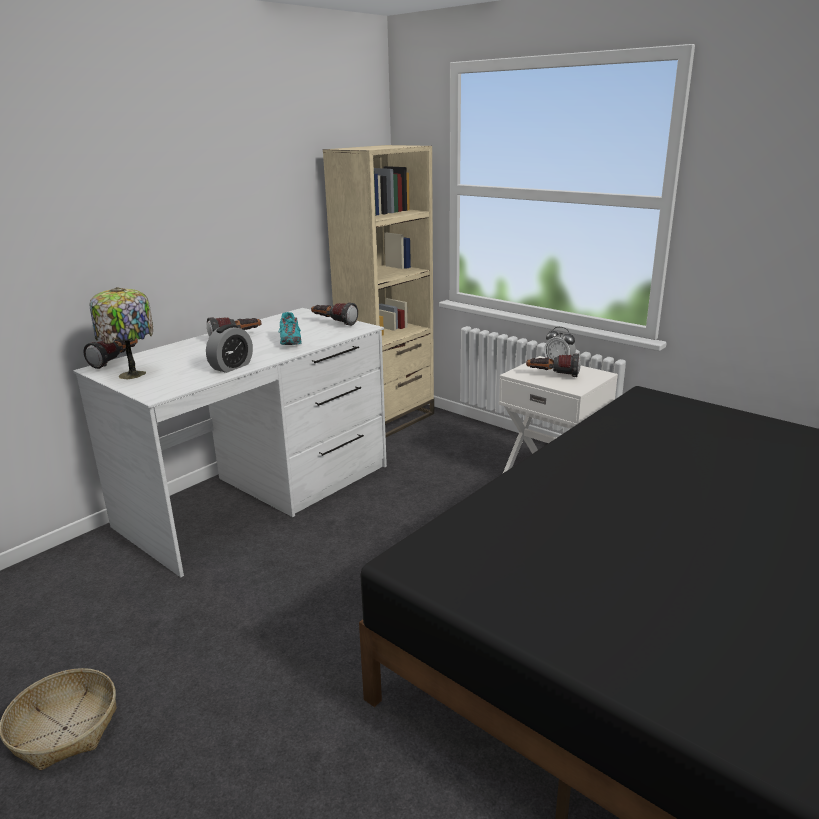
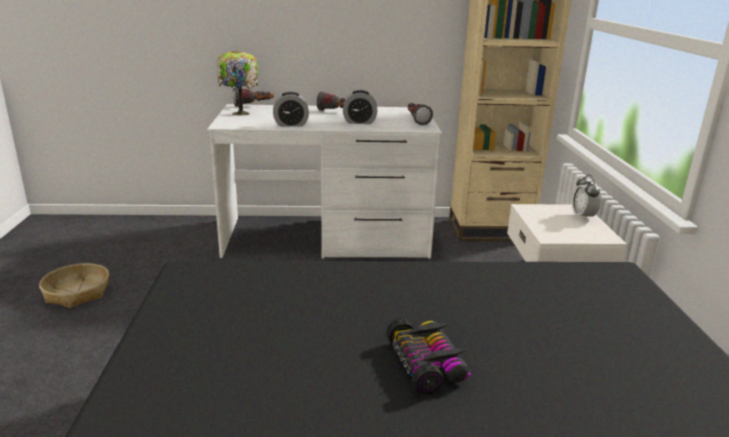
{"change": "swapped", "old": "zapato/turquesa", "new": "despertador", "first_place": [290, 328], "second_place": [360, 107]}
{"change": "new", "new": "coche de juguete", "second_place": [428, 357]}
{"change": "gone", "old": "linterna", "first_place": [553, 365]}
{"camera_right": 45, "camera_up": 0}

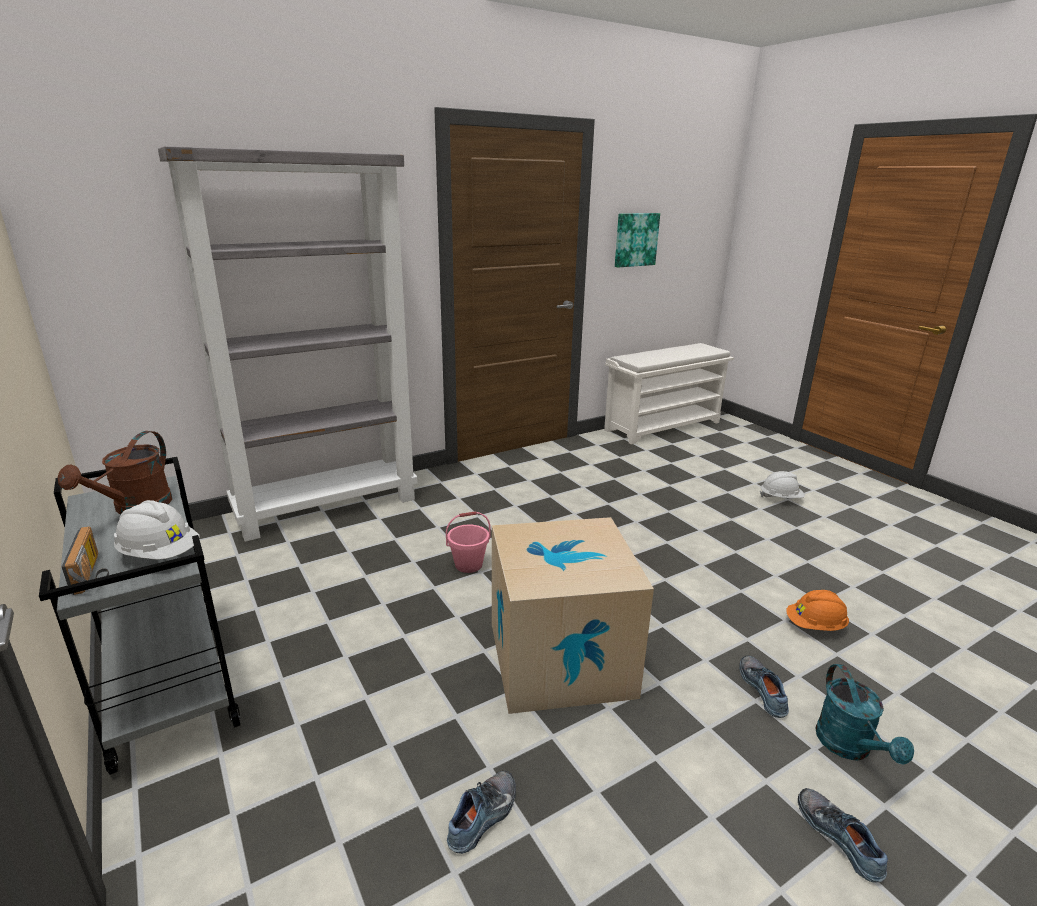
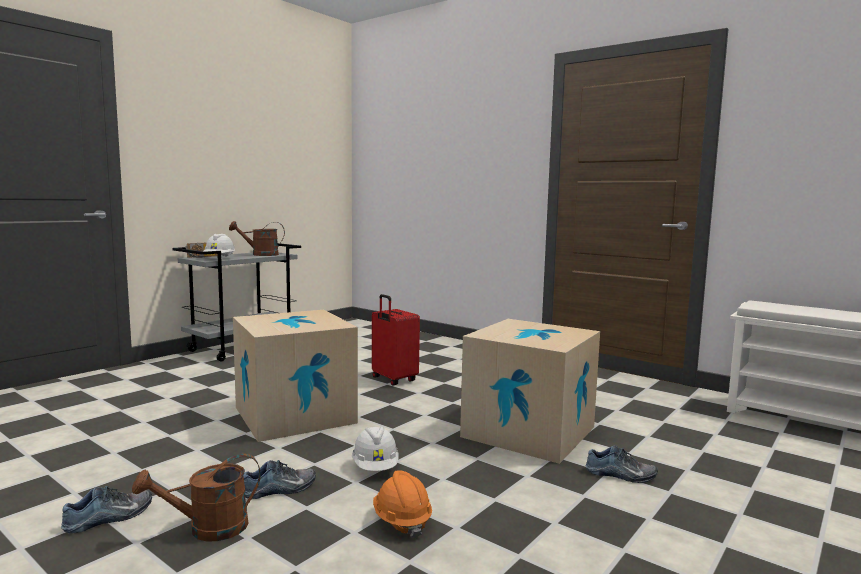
{"change": "repainted", "old": "regadera/turquesa", "new": "regadera/marrón", "first_place": [864, 714], "second_place": [196, 497]}
{"change": "shifted", "old": "casco/blanco", "first_place": [782, 484], "second_place": [375, 448]}
{"change": "swapped", "old": "cubo/rosa", "new": "maleta/rojo", "first_place": [468, 542], "second_place": [396, 340]}
{"change": "new", "new": "caja de cartón", "second_place": [530, 391]}
{"change": "shifted", "old": "zapato", "first_place": [481, 812], "second_place": [622, 464]}
{"change": "gone", "old": "estantería/gris", "first_place": [288, 344]}
{"change": "gone", "old": "cuadro", "first_place": [637, 240]}
{"camera_right": 70, "camera_up": -15}

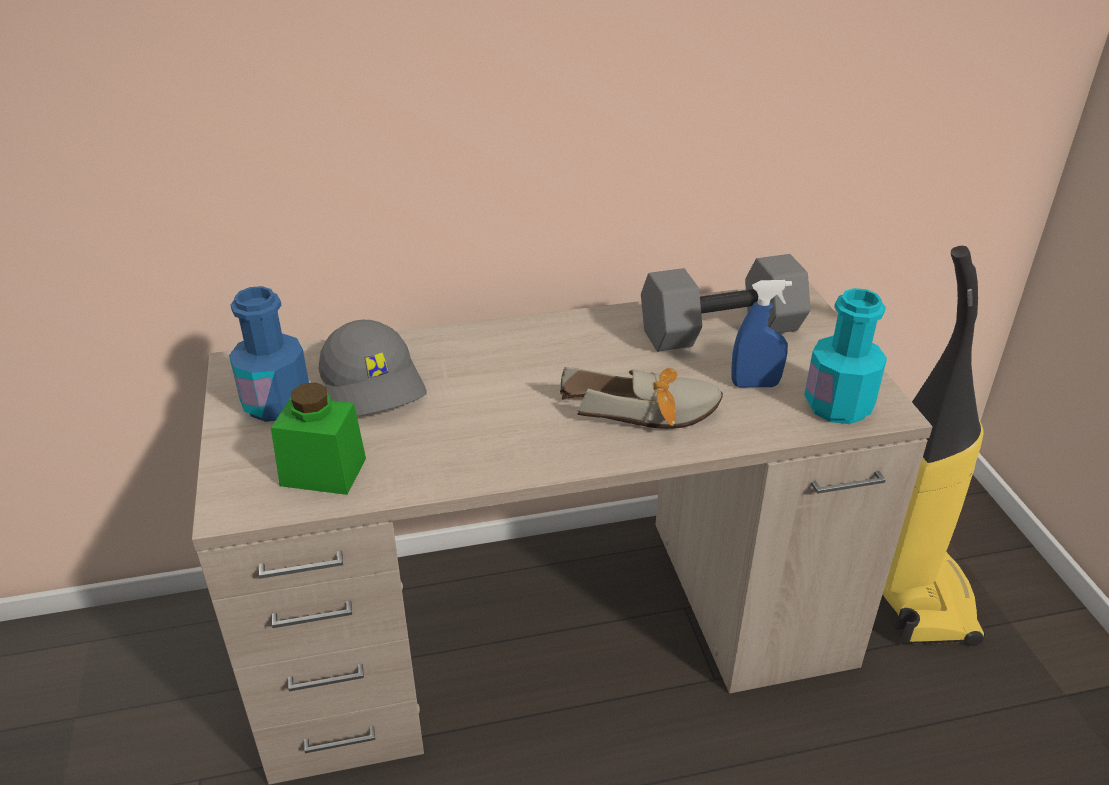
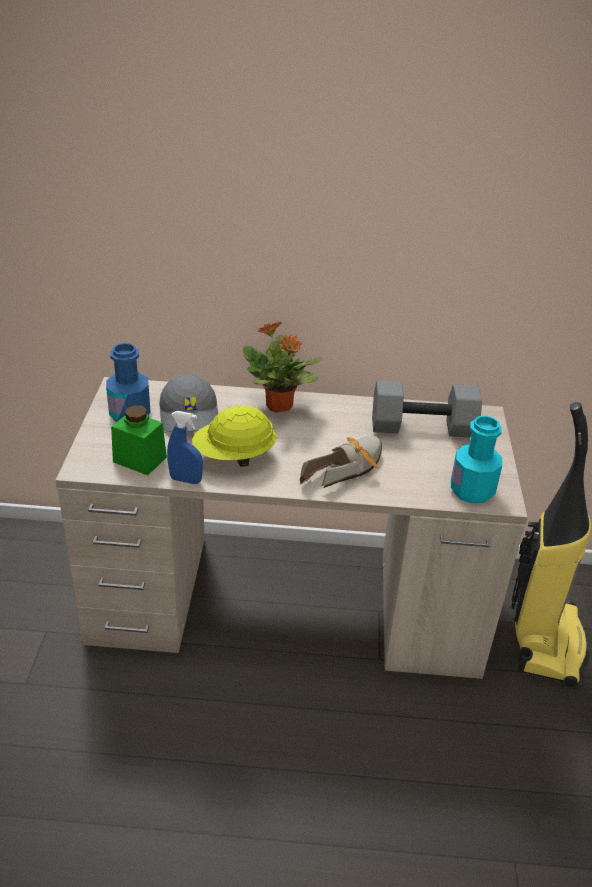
{"change": "shifted", "old": "pulverizador/azul", "first_place": [762, 333], "second_place": [185, 447]}
{"change": "new", "new": "casco/amarillo", "second_place": [234, 436]}
{"change": "new", "new": "planta en maceta", "second_place": [282, 367]}
{"change": "rotated", "old": "zapato", "first_place": [641, 398], "second_place": [341, 462], "degrees": -60}
{"camera_right": 15, "camera_up": 0}

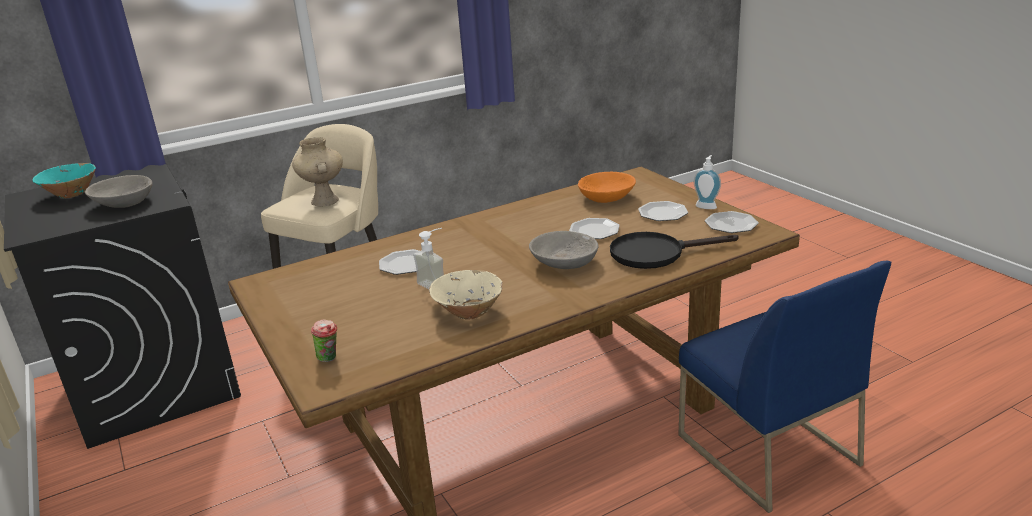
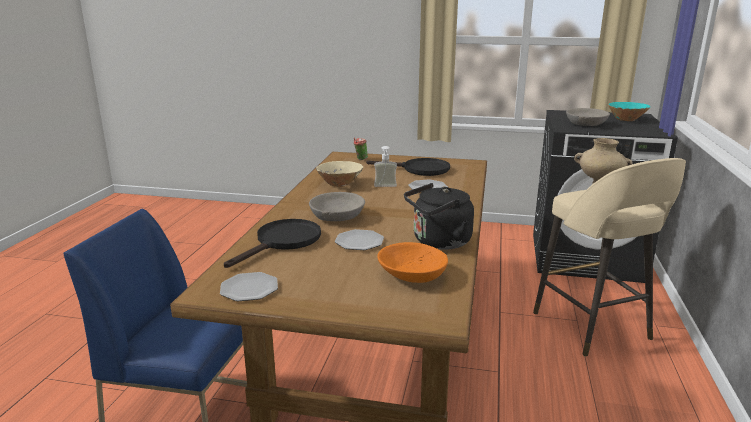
{"change": "new", "new": "sartén/negro", "second_place": [408, 167]}
{"change": "new", "new": "hervidor/negro", "second_place": [439, 216]}
{"change": "gone", "old": "plato", "first_place": [663, 211]}
{"change": "gone", "old": "dispensador de jabón", "first_place": [707, 182]}
{"camera_right": 130, "camera_up": -5}

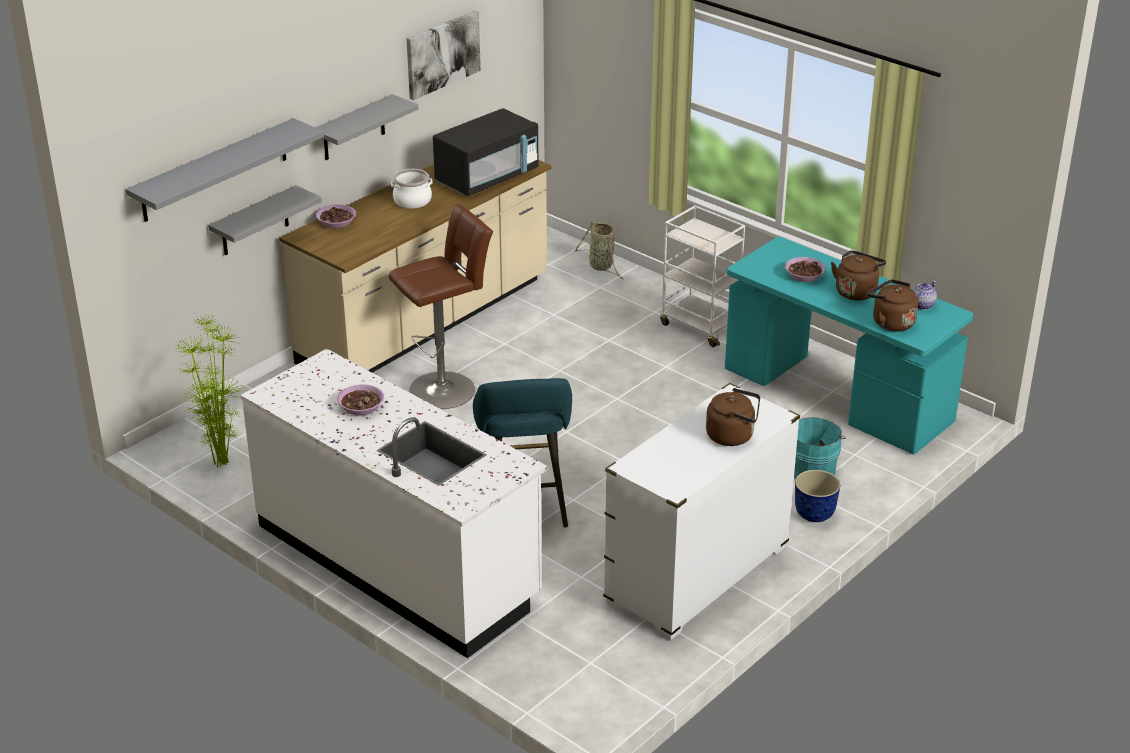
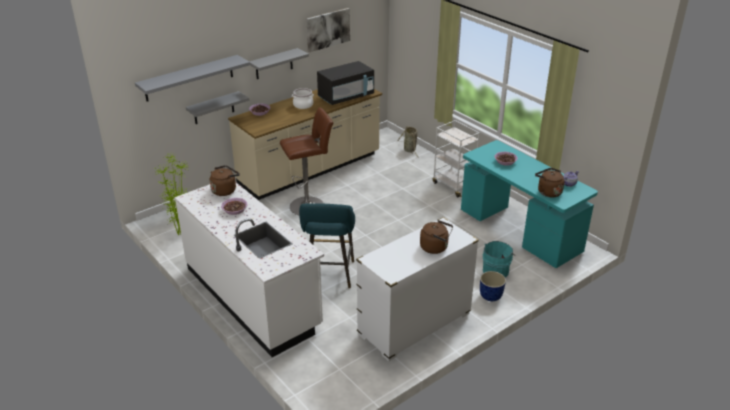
{"change": "shifted", "old": "hervidor/marrón", "first_place": [858, 275], "second_place": [225, 180]}
{"camera_right": 10, "camera_up": 0}

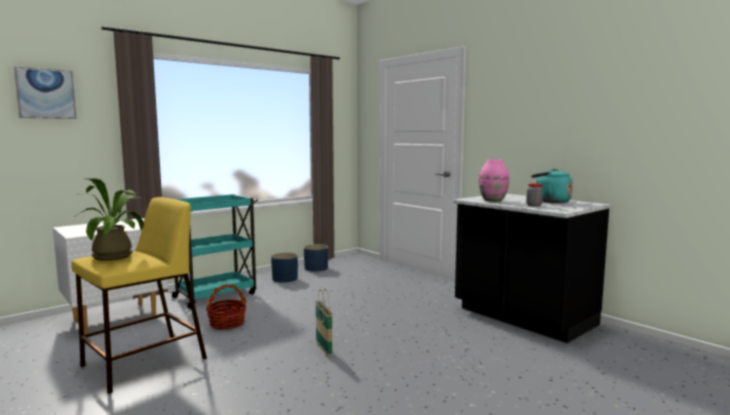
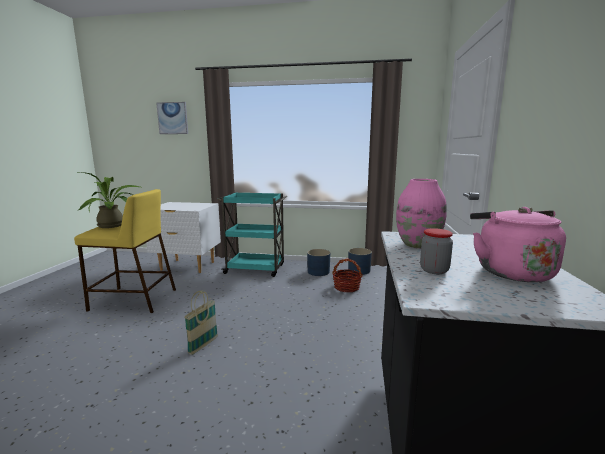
{"change": "shifted", "old": "cesta", "first_place": [226, 307], "second_place": [347, 275]}
{"change": "repainted", "old": "hervidor/turquesa", "new": "hervidor/rosa", "first_place": [552, 185], "second_place": [518, 244]}
{"camera_right": 50, "camera_up": 5}

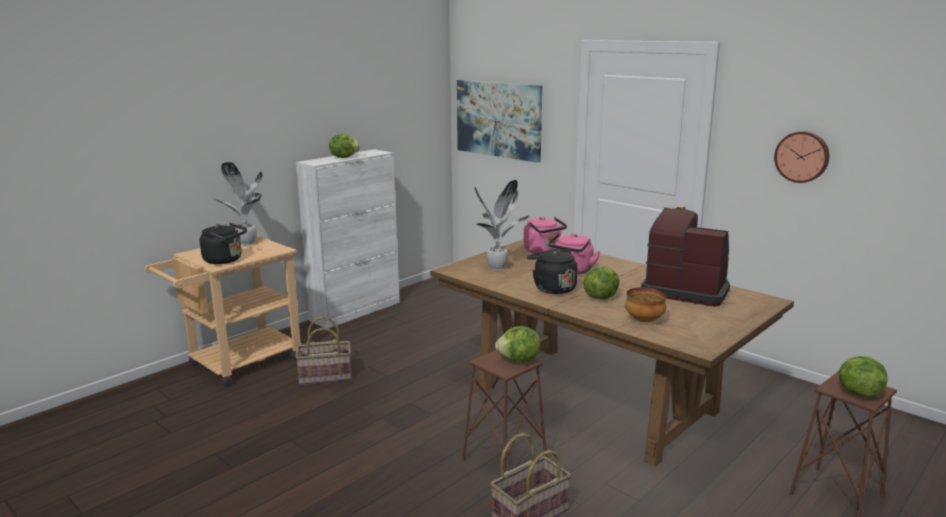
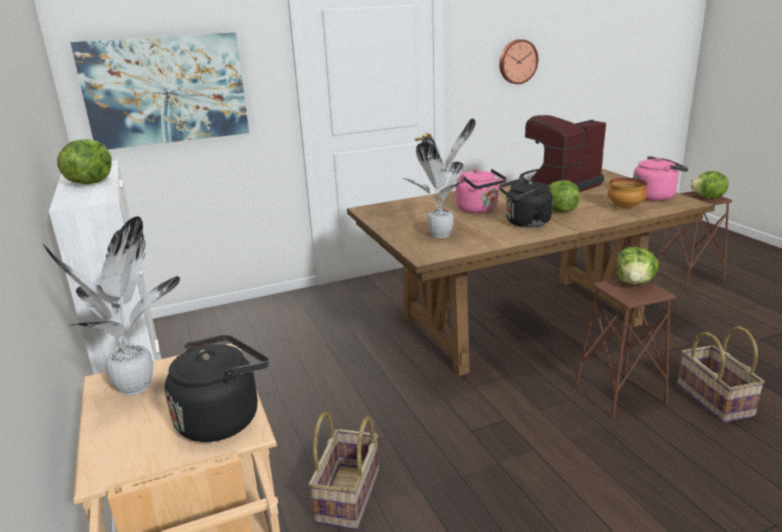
{"change": "shifted", "old": "hervidor/rosa", "first_place": [545, 235], "second_place": [660, 178]}
{"camera_right": -65, "camera_up": 5}

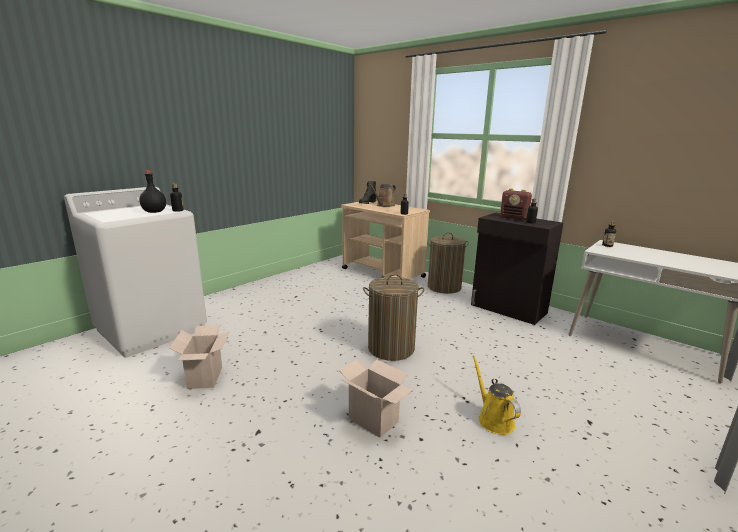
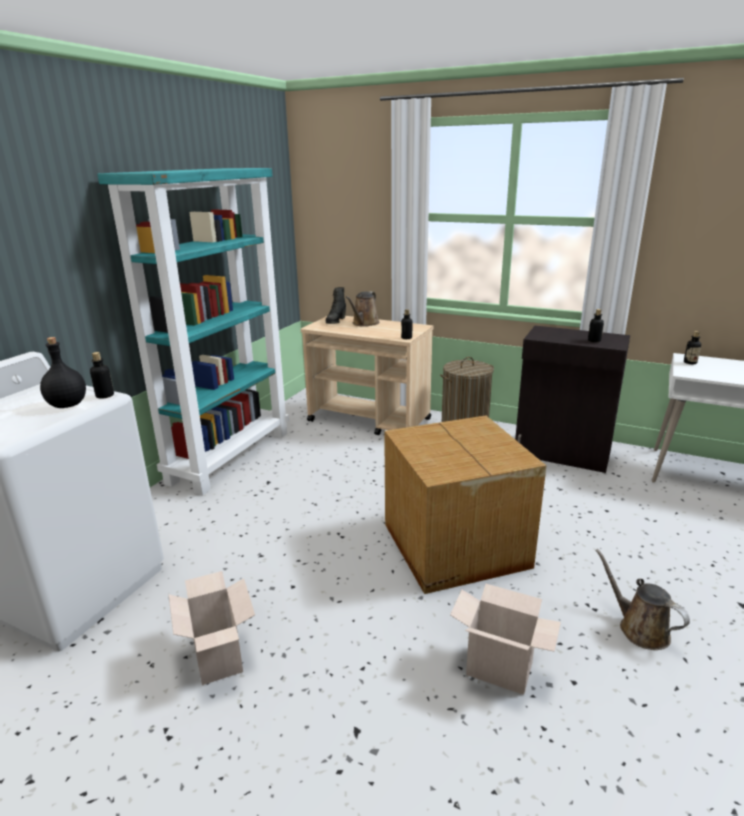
{"change": "new", "new": "estantería/turquesa", "second_place": [193, 332]}
{"change": "swapped", "old": "cesto de la ropa", "new": "caja de cartón", "first_place": [393, 317], "second_place": [465, 505]}
{"change": "repainted", "old": "regadera/amarillo", "new": "regadera/marrón", "first_place": [496, 395], "second_place": [642, 599]}
{"change": "gone", "old": "radio", "first_place": [516, 203]}
{"camera_right": -15, "camera_up": 5}

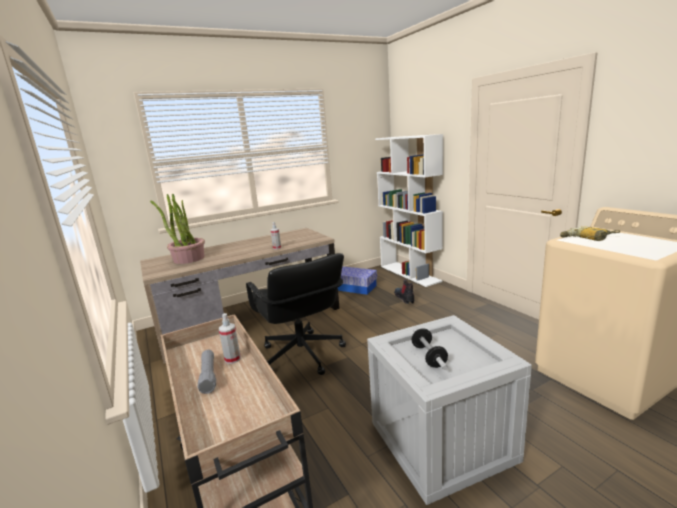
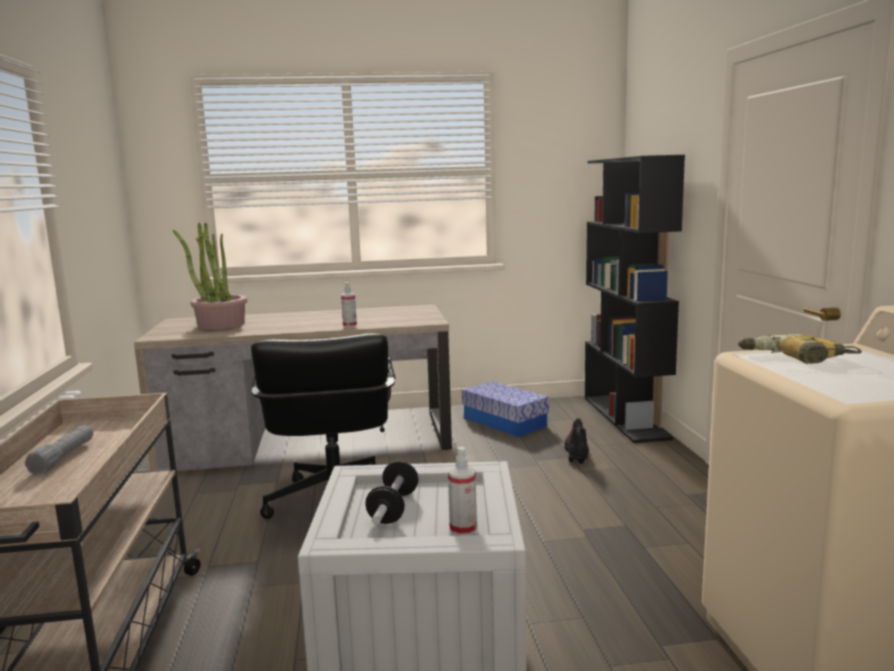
{"change": "shifted", "old": "pulverizador", "first_place": [230, 338], "second_place": [462, 491]}
{"change": "repainted", "old": "estantería/blanco", "new": "estantería/negro", "first_place": [409, 210], "second_place": [635, 299]}
{"camera_right": 20, "camera_up": -5}

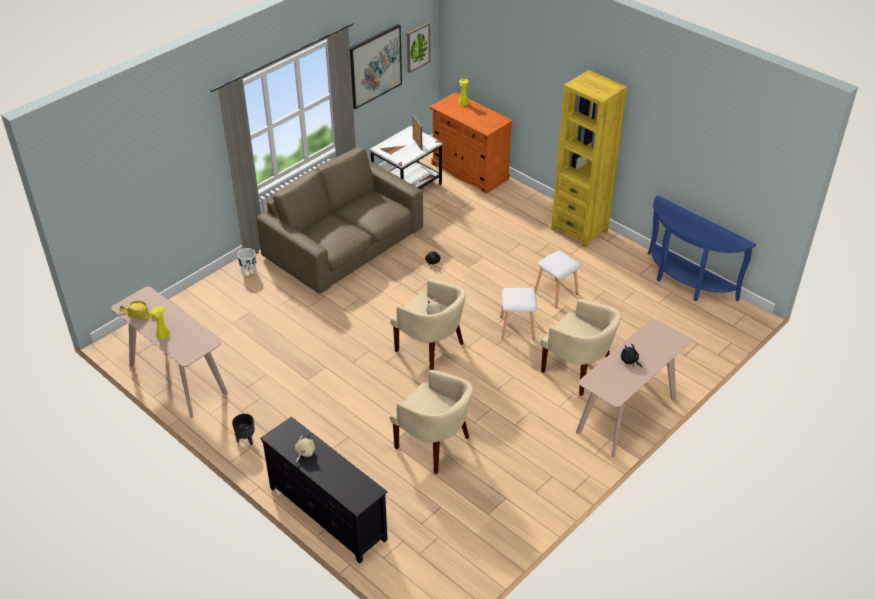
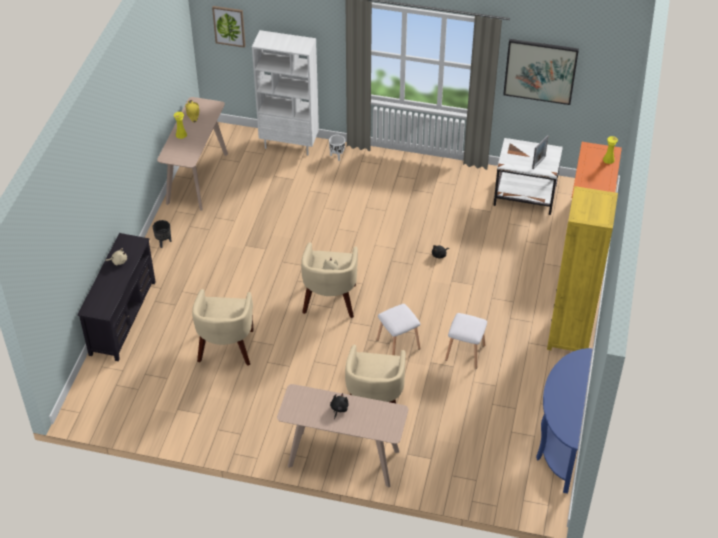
{"change": "shifted", "old": "cuadro", "first_place": [418, 47], "second_place": [228, 27]}
{"change": "new", "new": "estantería/blanco", "second_place": [285, 92]}
{"change": "gone", "old": "sofá/marrón", "first_place": [340, 220]}
{"camera_right": 60, "camera_up": 5}

